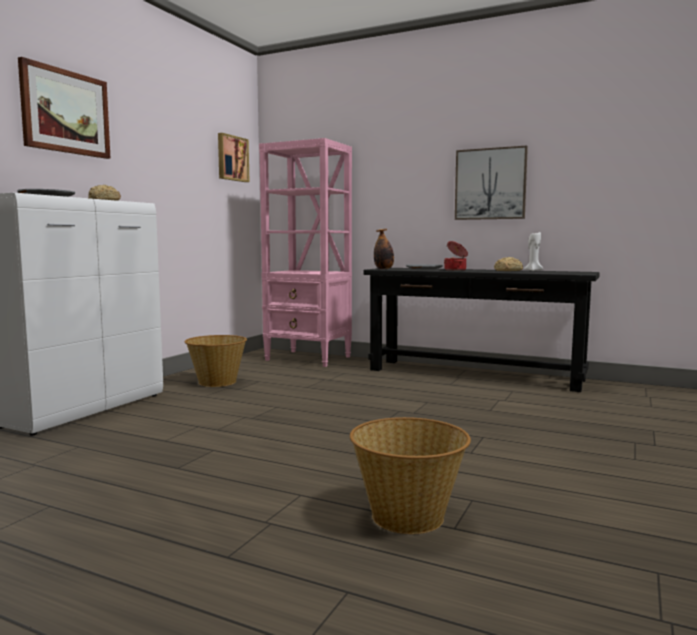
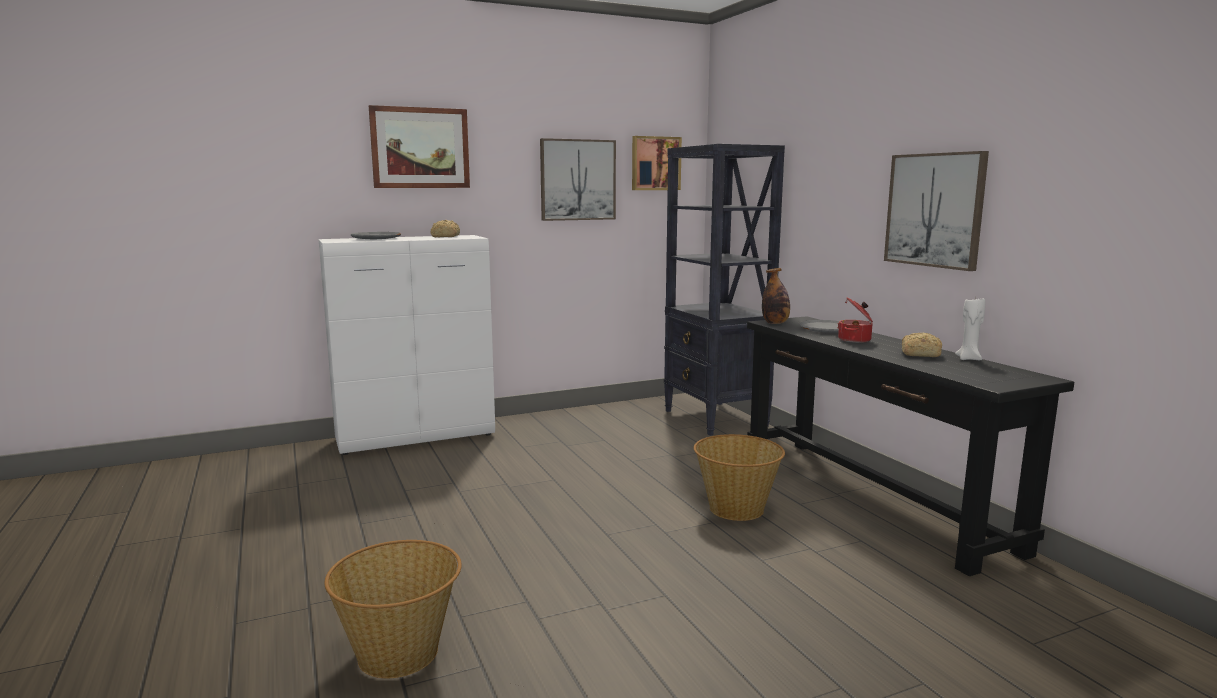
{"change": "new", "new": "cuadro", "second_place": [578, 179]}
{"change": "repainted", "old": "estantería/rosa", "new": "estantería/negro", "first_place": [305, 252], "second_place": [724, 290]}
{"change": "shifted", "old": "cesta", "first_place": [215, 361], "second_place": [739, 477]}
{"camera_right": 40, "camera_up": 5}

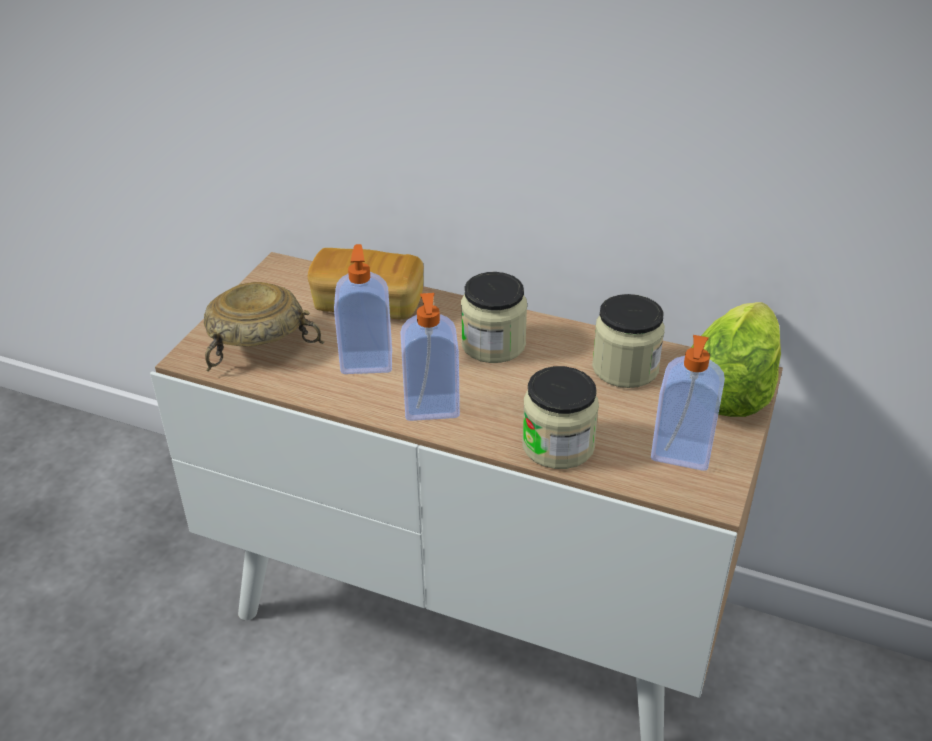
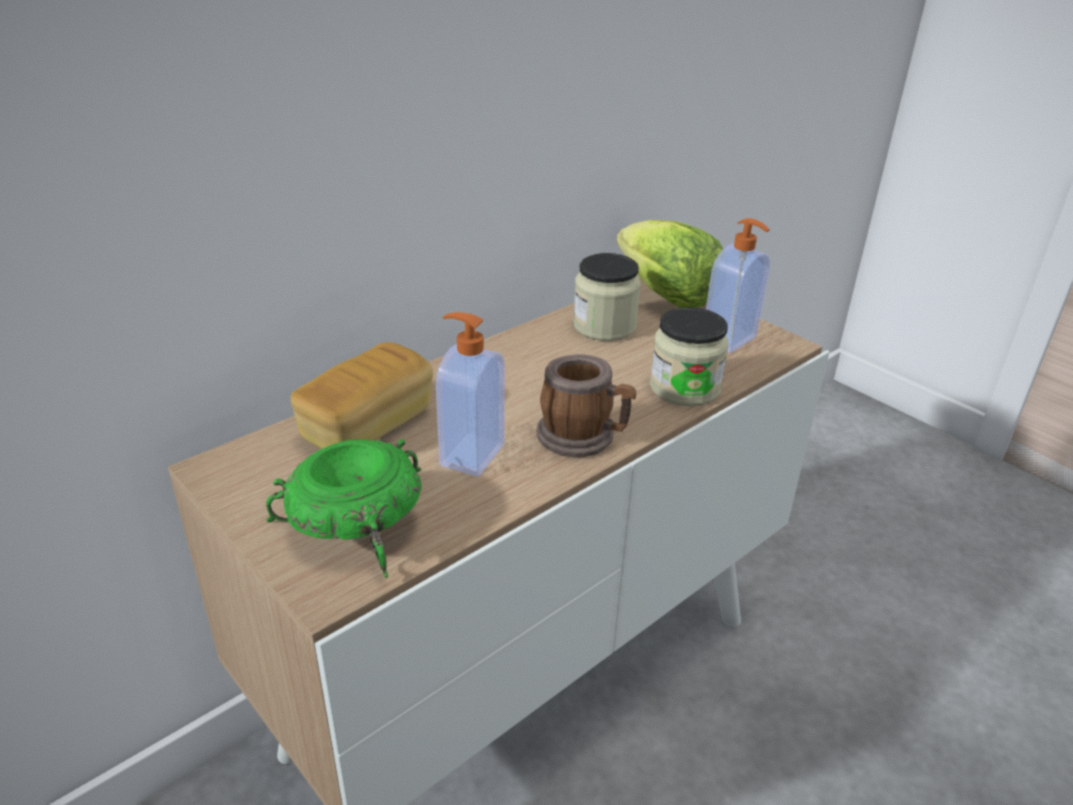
{"change": "repainted", "old": "cuenco/beis", "new": "cuenco/verde", "first_place": [264, 326], "second_place": [343, 508]}
{"change": "swapped", "old": "dispensador de jabón", "new": "taza grande", "first_place": [430, 357], "second_place": [586, 405]}
{"change": "gone", "old": "tarro", "first_place": [494, 317]}
{"camera_right": -65, "camera_up": -5}

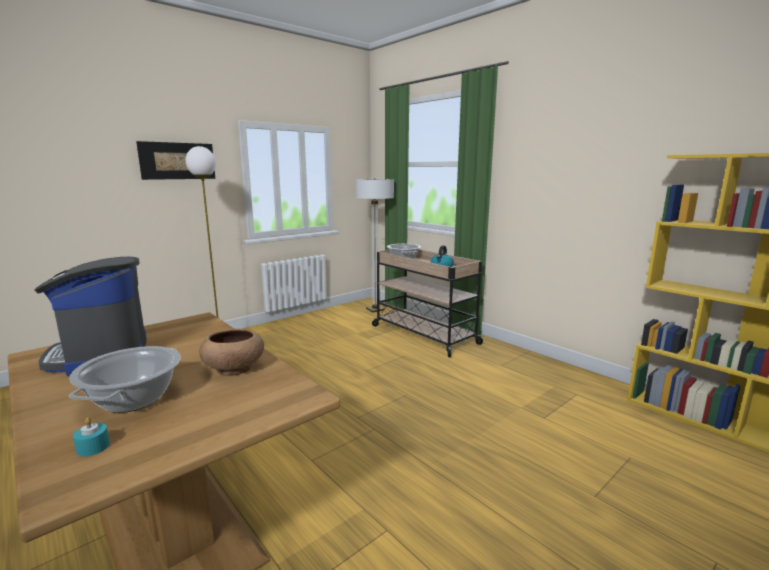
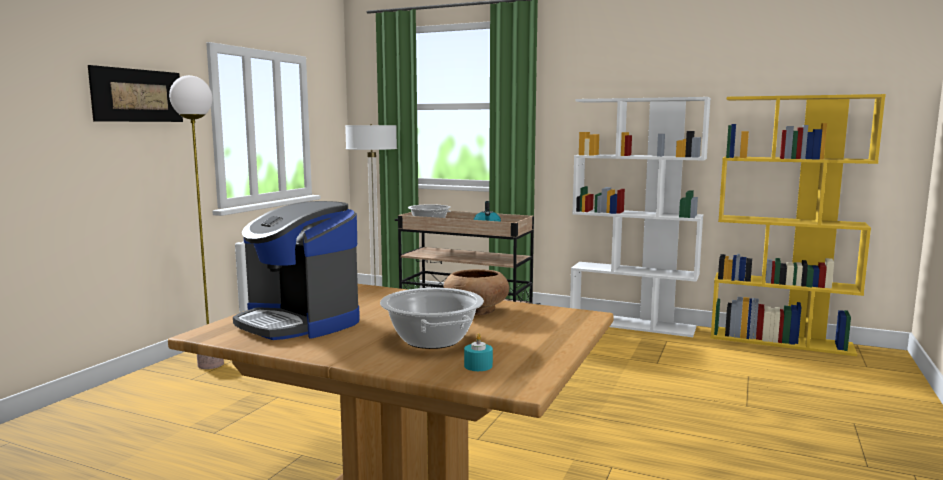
{"change": "new", "new": "estantería/blanco", "second_place": [640, 217]}
{"camera_right": -25, "camera_up": -5}

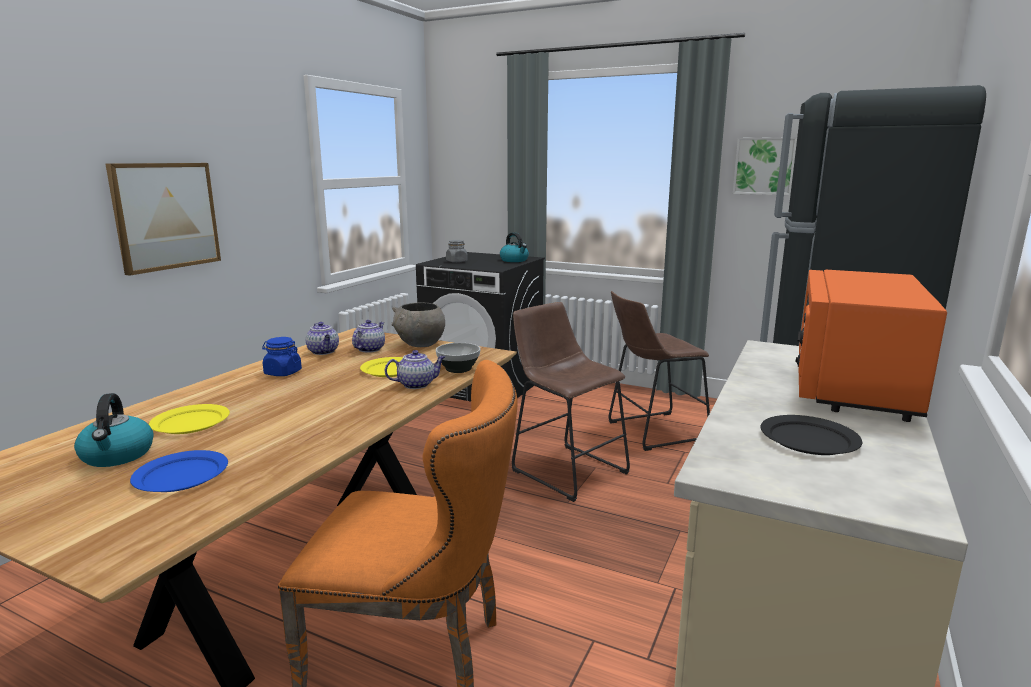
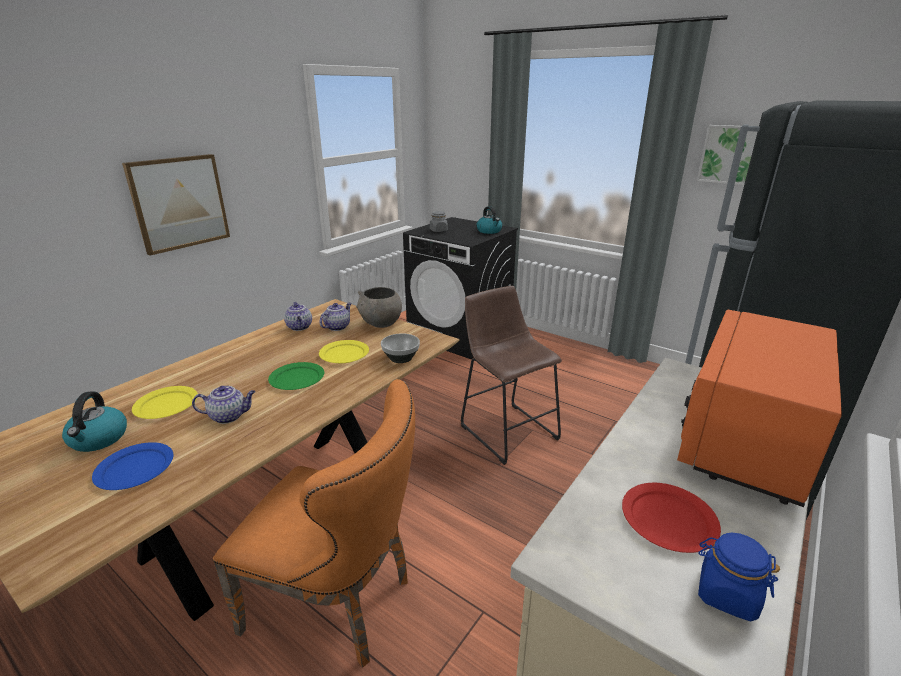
{"change": "shifted", "old": "tetera", "first_place": [415, 369], "second_place": [224, 405]}
{"change": "new", "new": "plato/verde", "second_place": [296, 376]}
{"change": "repainted", "old": "plato/negro", "new": "plato/rojo", "first_place": [811, 435], "second_place": [671, 518]}
{"change": "shifted", "old": "tarro/azul", "first_place": [282, 356], "second_place": [739, 577]}
{"change": "gone", "old": "taburete/marrón", "first_place": [659, 371]}
{"camera_right": 10, "camera_up": 10}

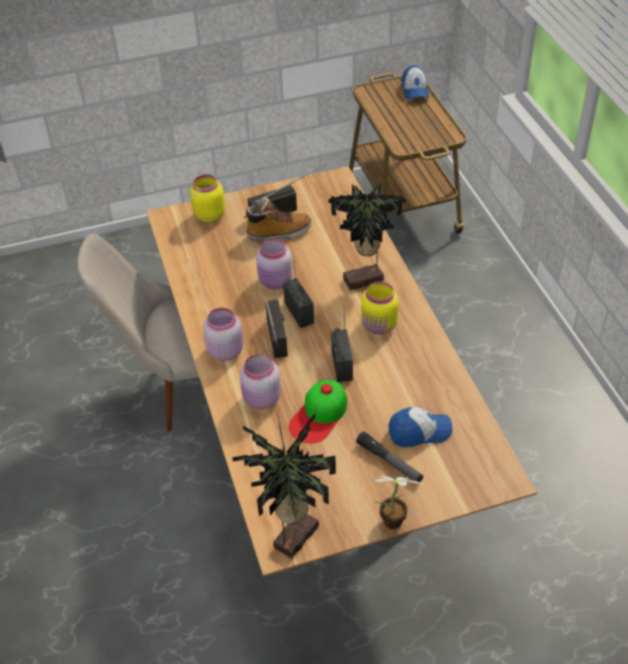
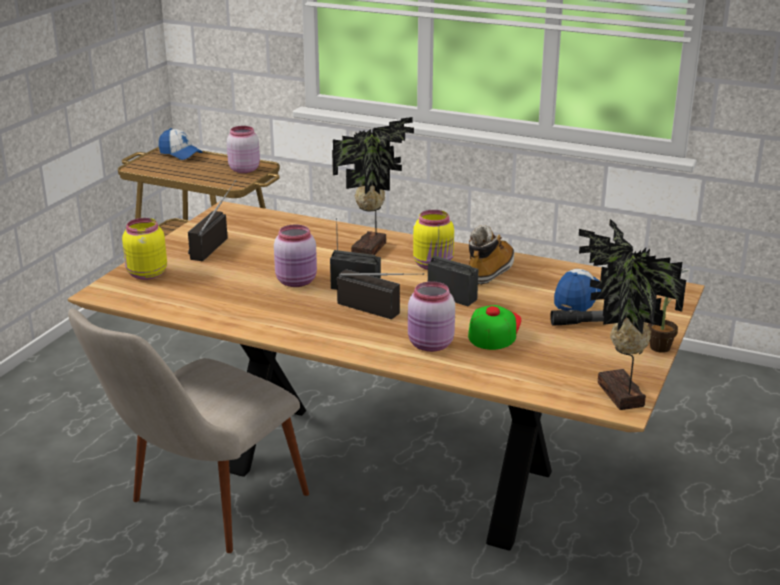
{"change": "shifted", "old": "tarro/rosa", "first_place": [223, 334], "second_place": [243, 149]}
{"change": "rotated", "old": "gorra", "first_place": [318, 412], "second_place": [494, 327], "degrees": -150}
{"change": "shifted", "old": "bota", "first_place": [278, 219], "second_place": [491, 255]}
{"camera_right": -50, "camera_up": -20}

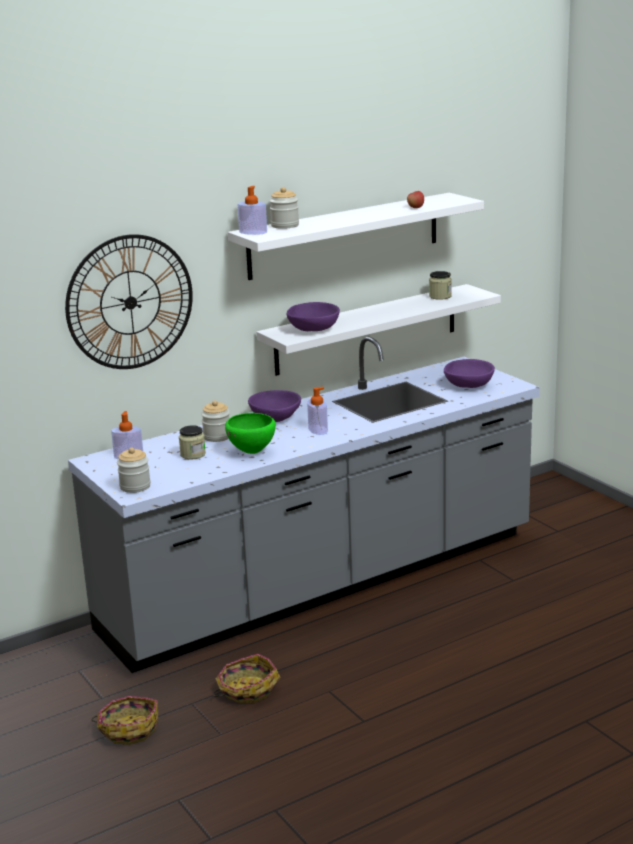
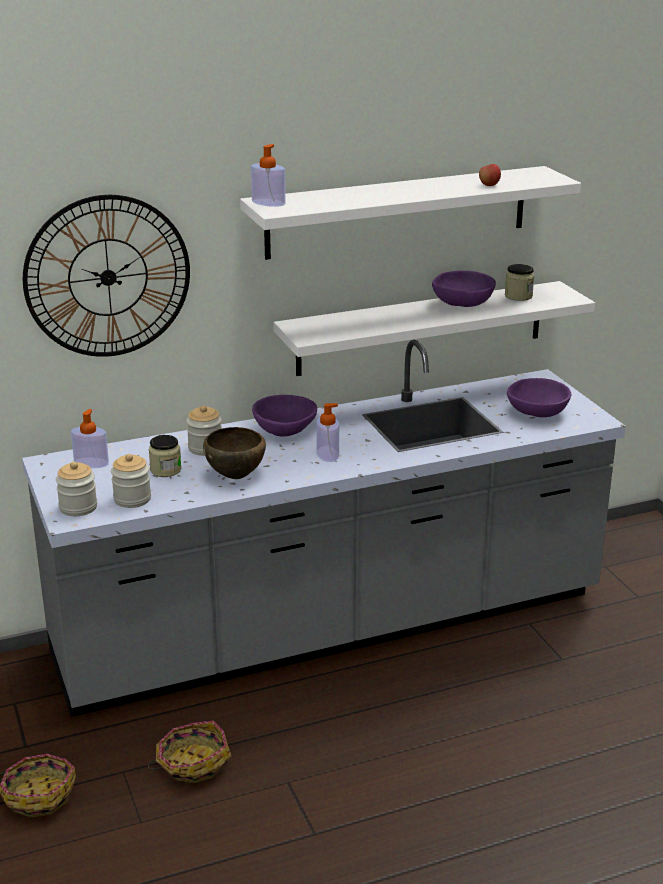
{"change": "shifted", "old": "tarro", "first_place": [284, 208], "second_place": [131, 481]}
{"change": "repainted", "old": "cuenco/verde", "new": "cuenco/marrón", "first_place": [250, 433], "second_place": [234, 453]}
{"change": "shifted", "old": "cuenco/morado", "first_place": [313, 317], "second_place": [464, 288]}
{"camera_right": 10, "camera_up": 5}

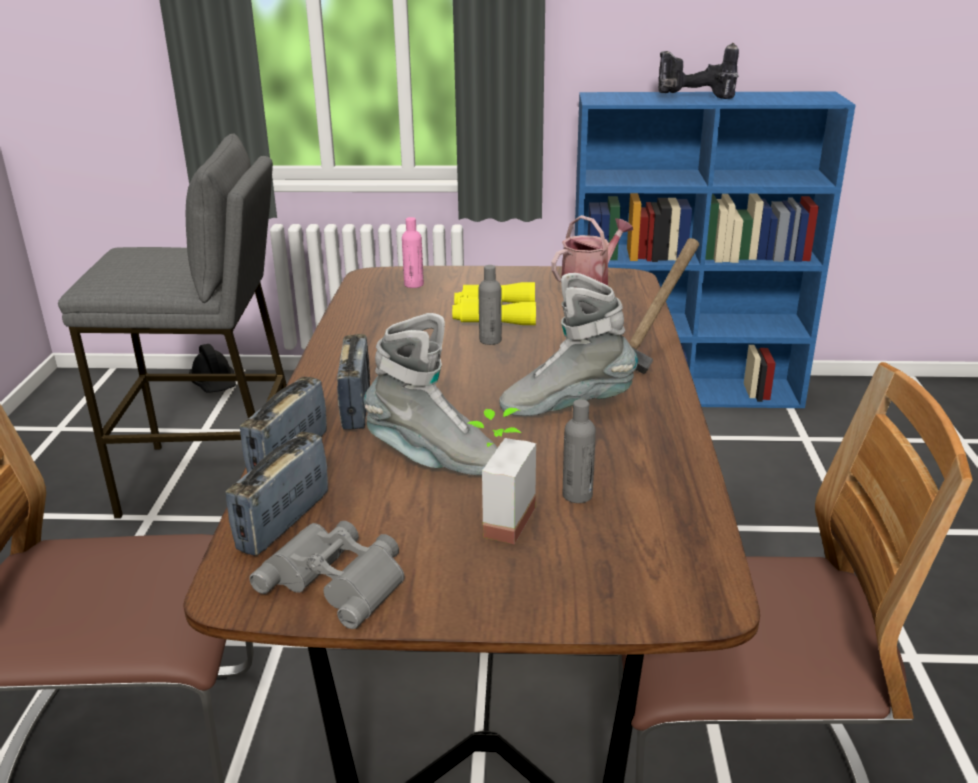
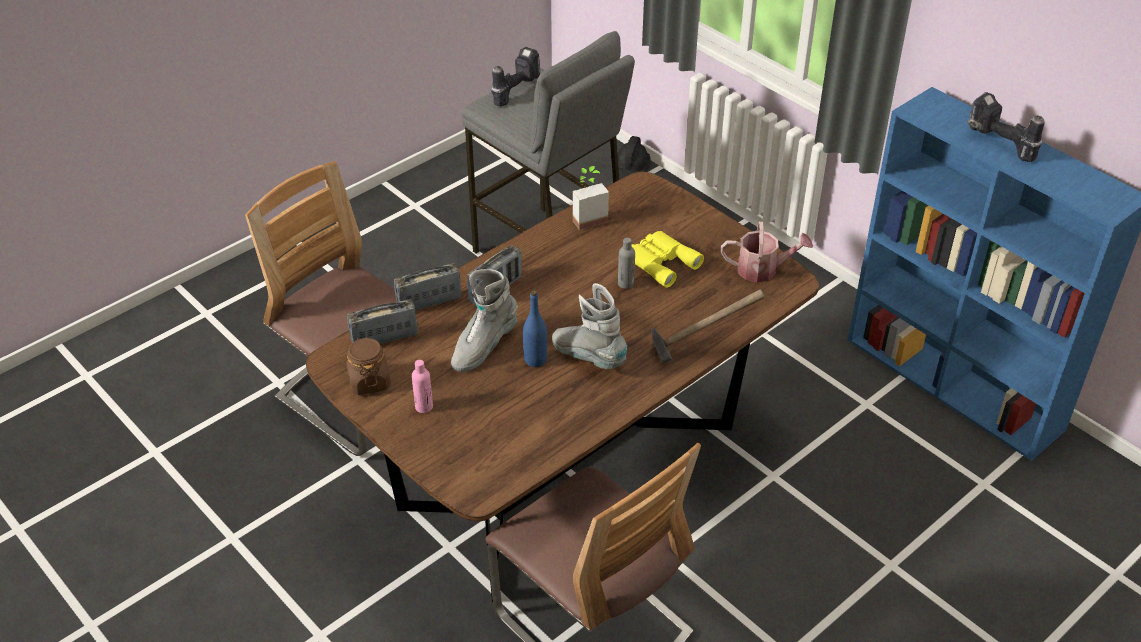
{"change": "swapped", "old": "prismáticos/gris", "new": "tarro/marrón", "first_place": [327, 575], "second_place": [368, 366]}
{"change": "shifted", "old": "botella/rosa", "first_place": [413, 252], "second_place": [422, 386]}
{"change": "rotated", "old": "bota/gris", "first_place": [431, 394], "second_place": [484, 320], "degrees": 60}
{"change": "new", "new": "taladro", "second_place": [515, 76]}
{"change": "new", "new": "botella/azul", "second_place": [535, 329]}
{"change": "shifted", "old": "planta en maceta", "first_place": [502, 476], "second_place": [591, 198]}
{"change": "gone", "old": "botella/gris", "first_place": [579, 451]}
{"camera_right": 45, "camera_up": 15}

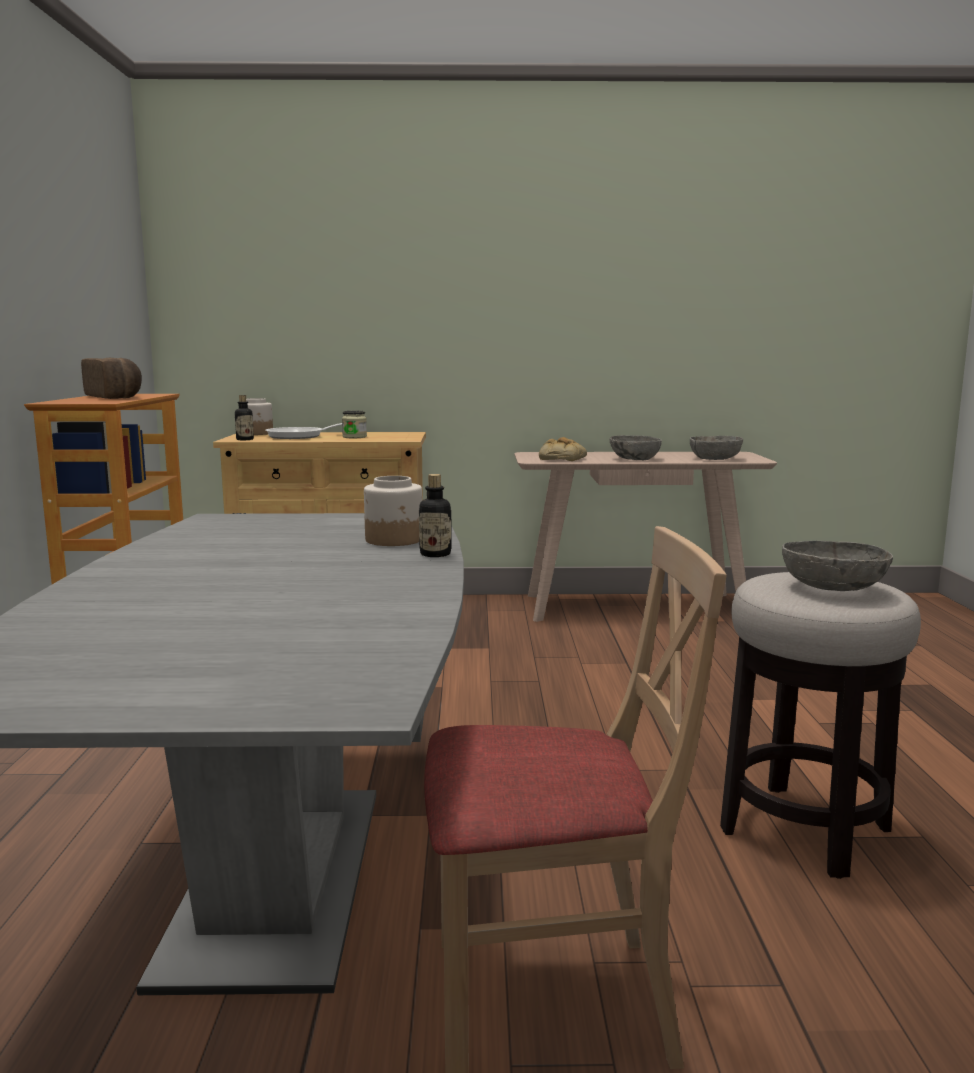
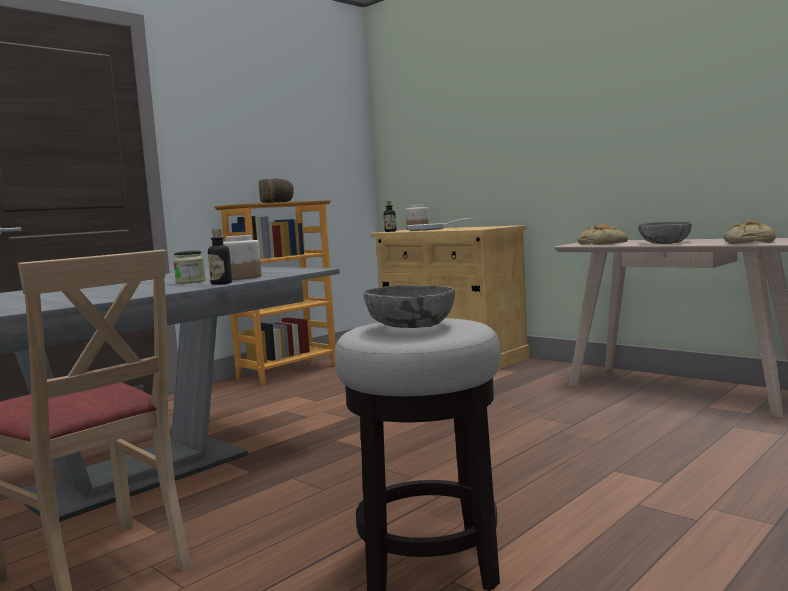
{"change": "shifted", "old": "tarro", "first_place": [354, 424], "second_place": [189, 267]}
{"change": "swapped", "old": "cuenco/gris", "new": "pan", "first_place": [716, 448], "second_place": [750, 232]}
{"camera_right": 45, "camera_up": -5}

